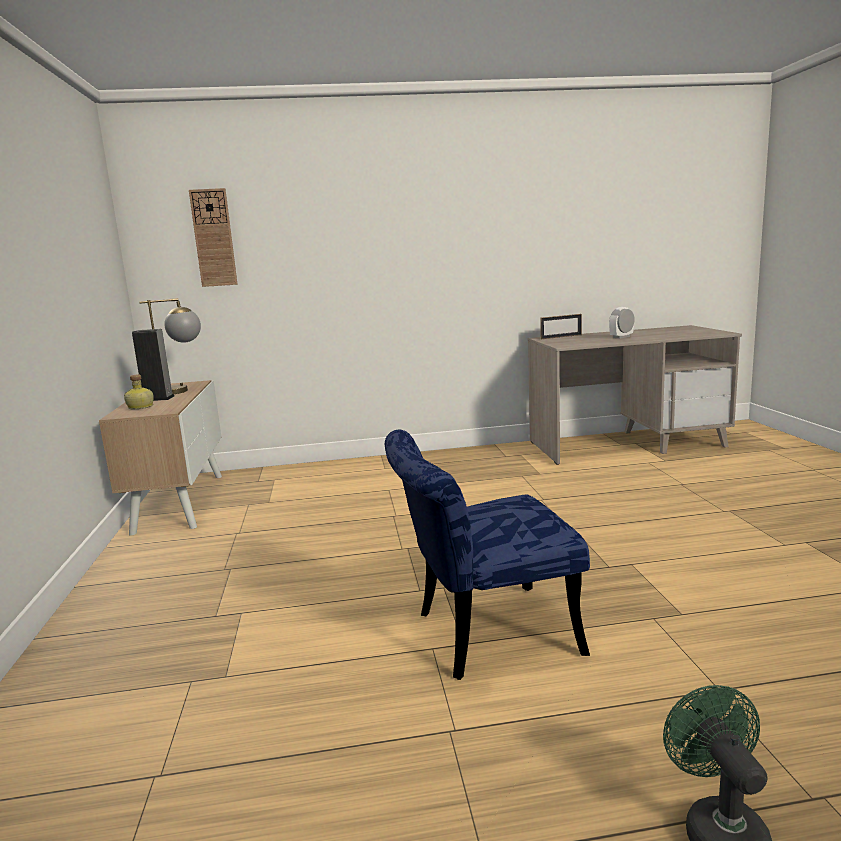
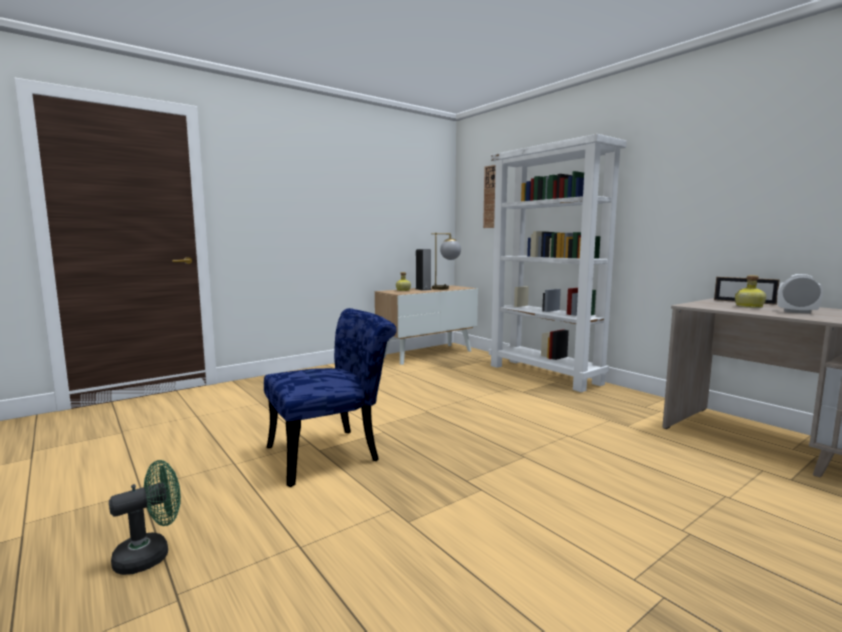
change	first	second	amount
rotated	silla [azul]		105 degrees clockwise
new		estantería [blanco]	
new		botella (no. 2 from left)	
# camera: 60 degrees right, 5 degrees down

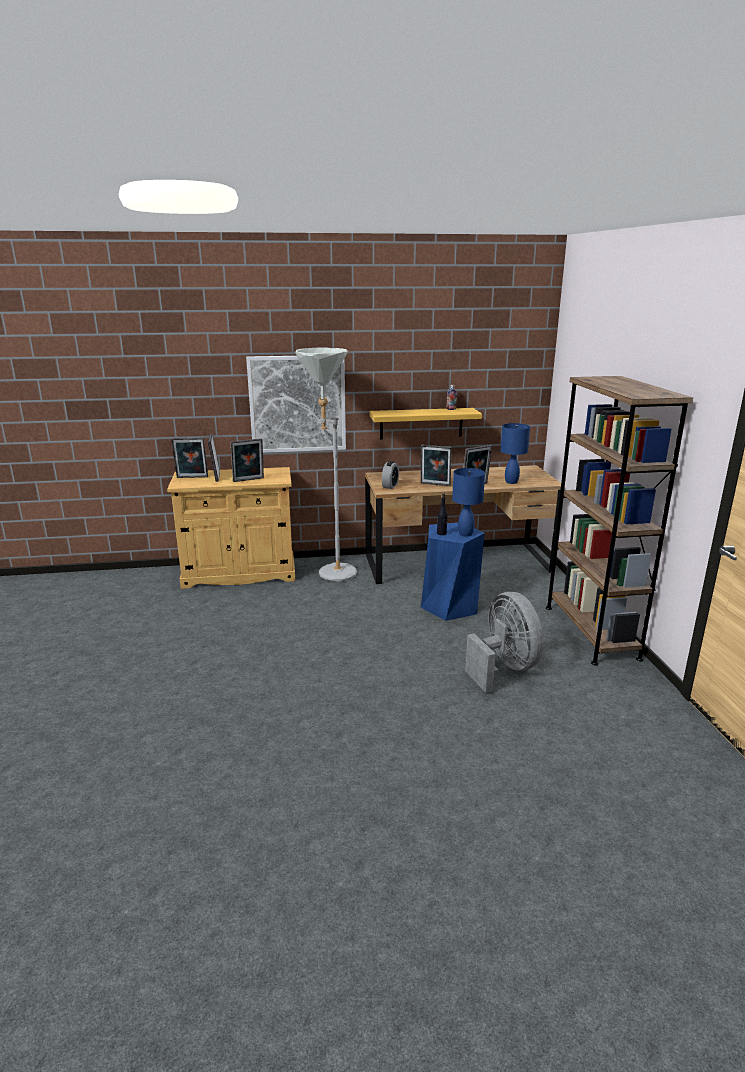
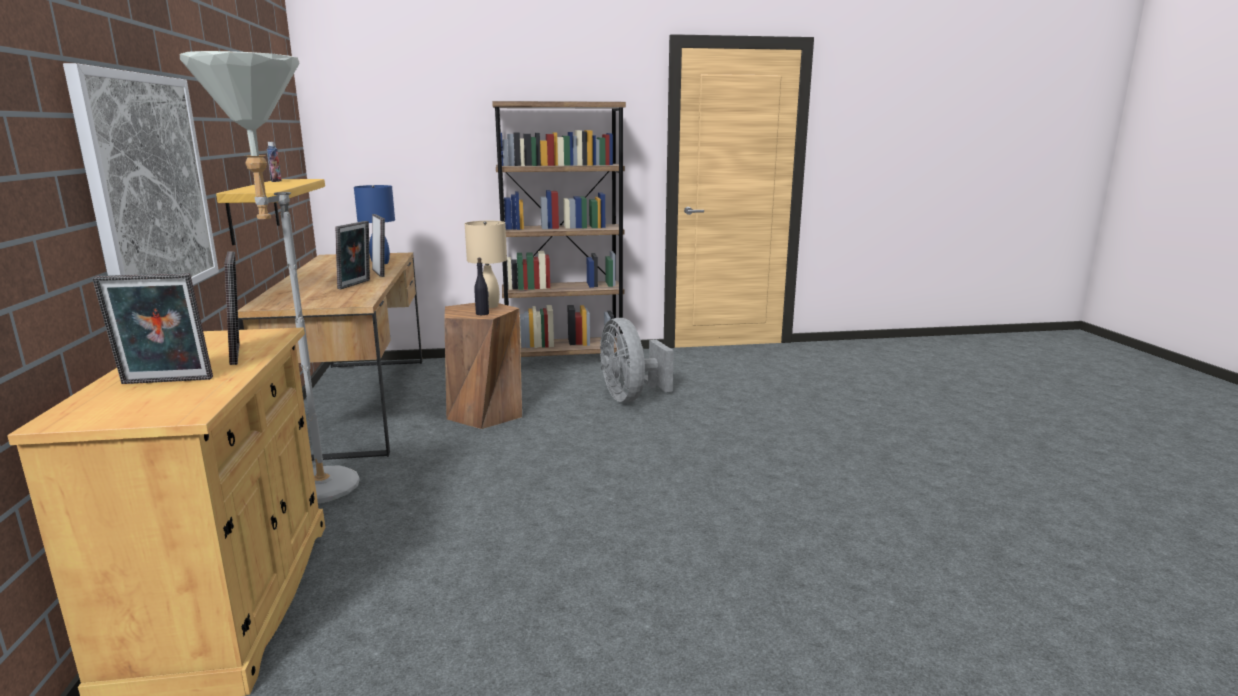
change	first	second	amount
gone	portarretratos (no. 1 from left)		
gone	despertador		
repainted	lámpara de mesa [azul] (no. 1 from left)	lámpara de mesa [beis]	
repainted	taburete [azul]	taburete [marrón]	
rotated	ventilador [gris]		90 degrees counterclockwise
# camera: 90 degrees left, 5 degrees down

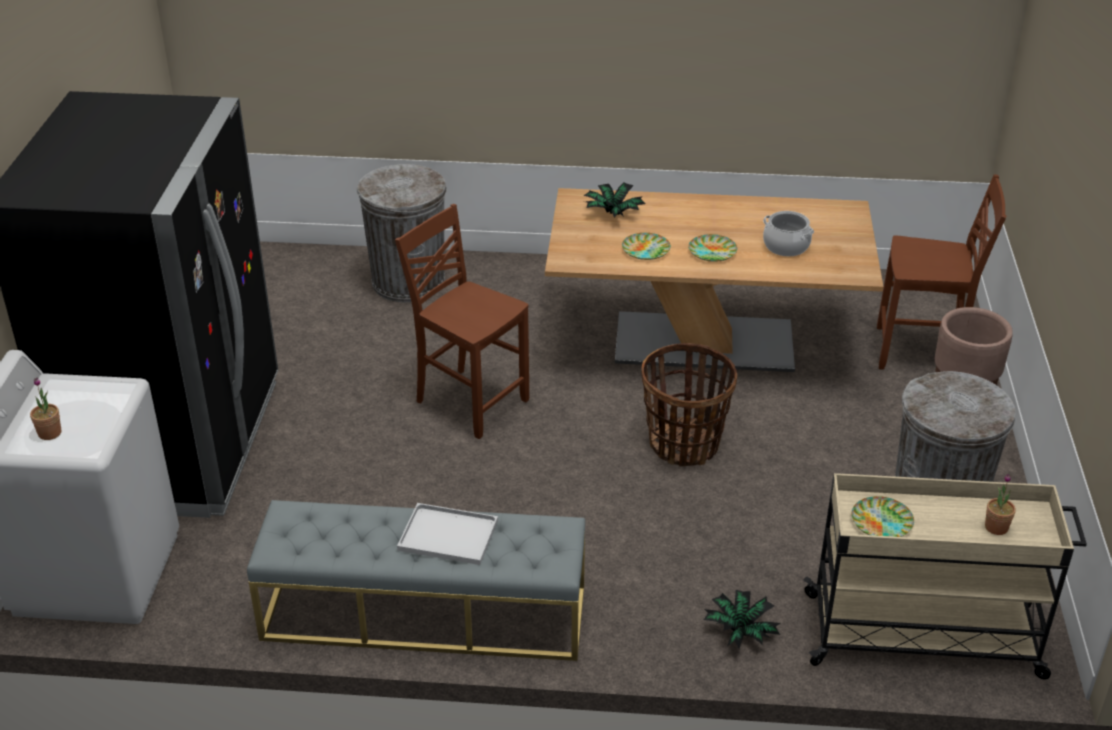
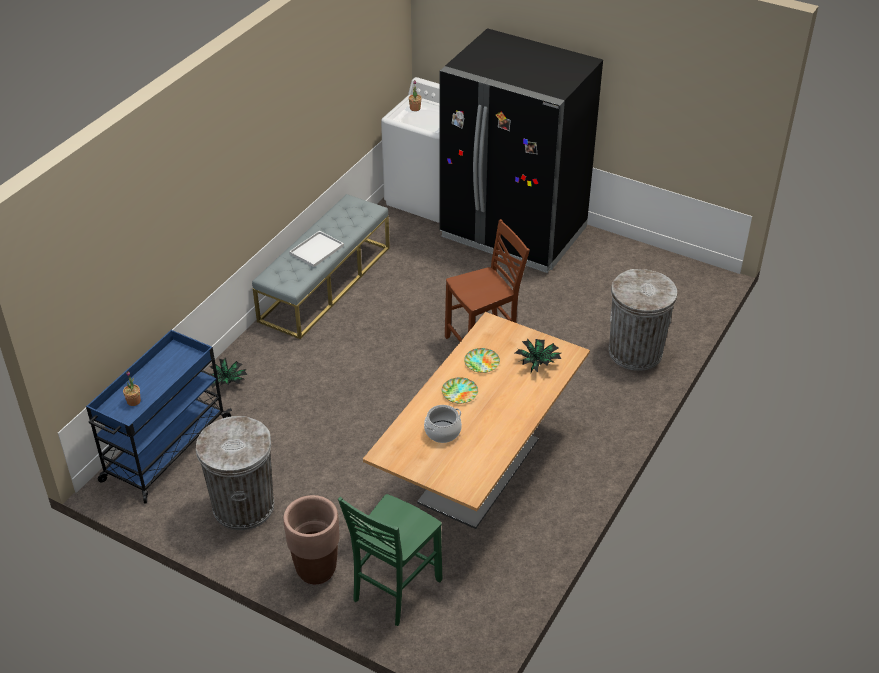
change	first	second	amount
repainted	silla [marrón] (no. 2 from left)	silla [verde]	
gone	cesta		
repainted	carrito [beis]	carrito [azul]	
gone	plato (no. 3 from left)		
# camera: 115 degrees right, 5 degrees up

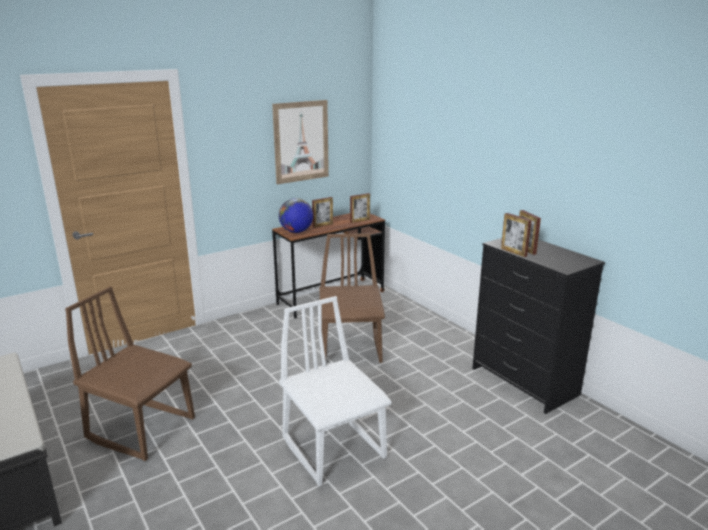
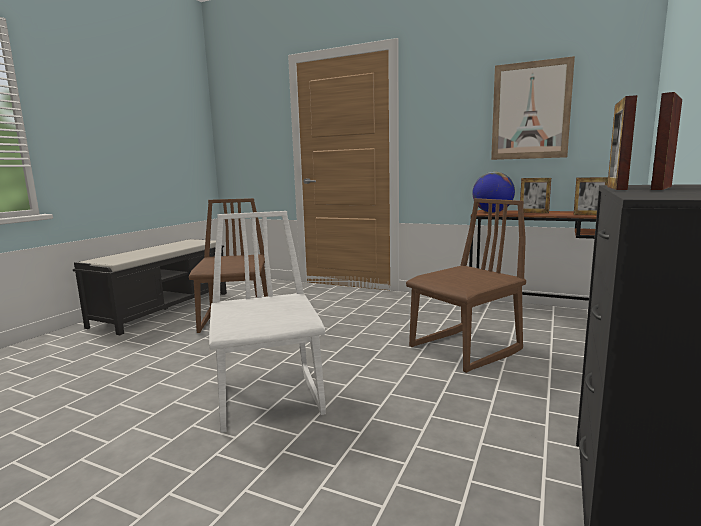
change	first	second	amount
rotated	silla [blanco]		45 degrees counterclockwise
# camera: 60 degrees right, 10 degrees down

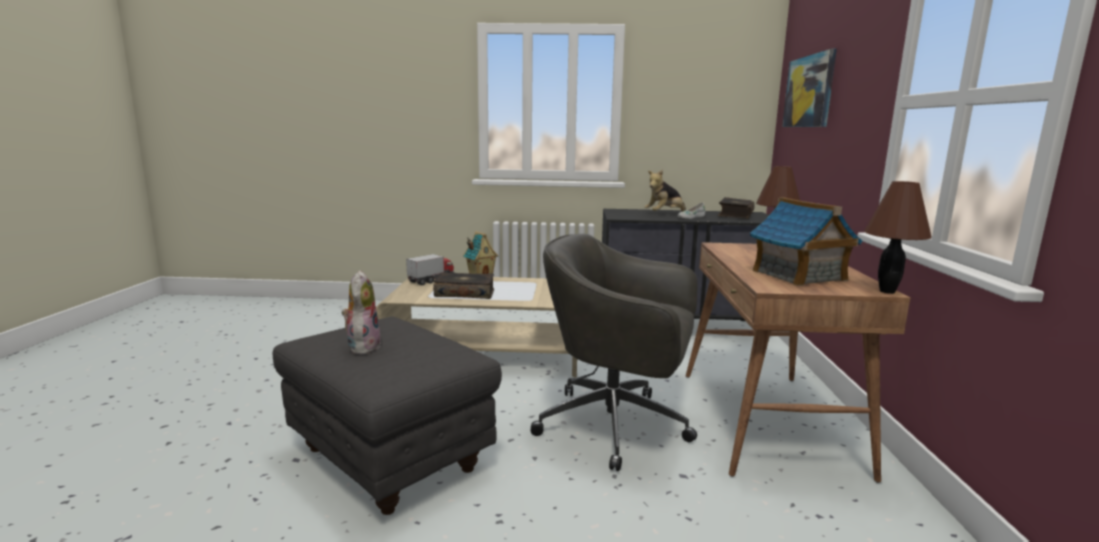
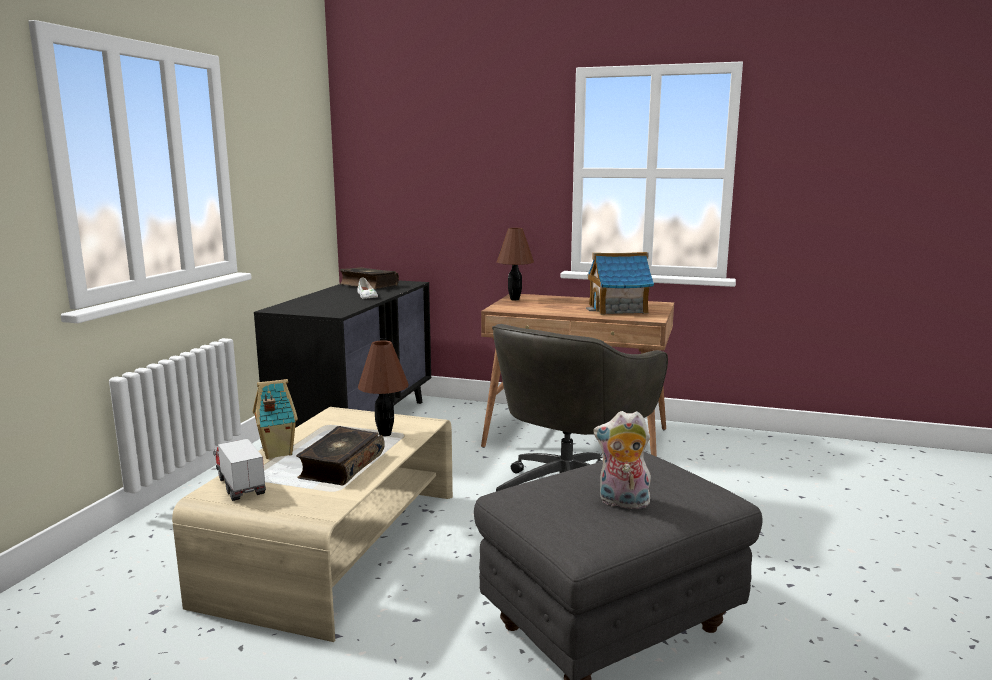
change	first	second	amount
gone	cuadro		
gone	peluche (no. 2 from left)		
shifted	lámpara de mesa [marrón] (no. 2 from left in the first image)	lámpara de mesa [marrón] (no. 1 from left)	
# camera: 75 degrees left, 0 degrees up

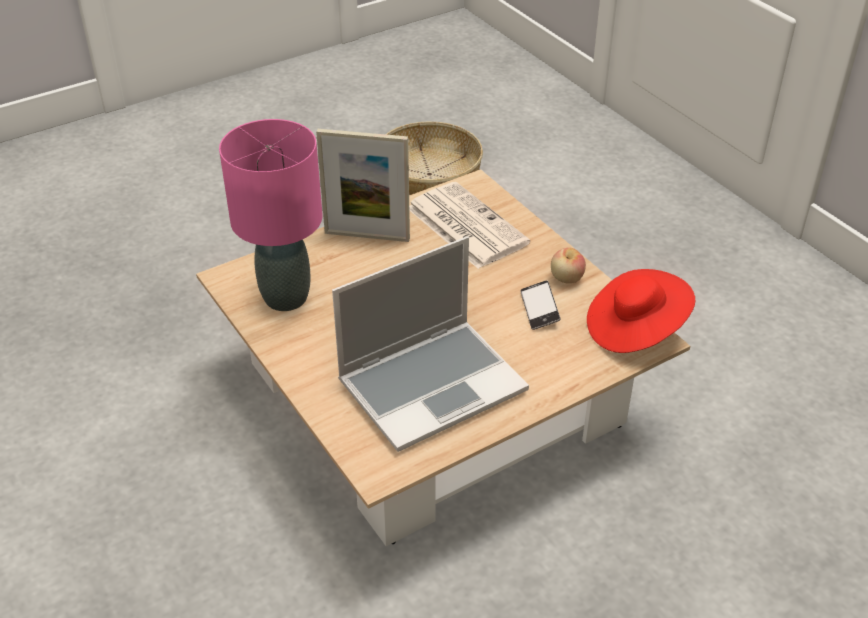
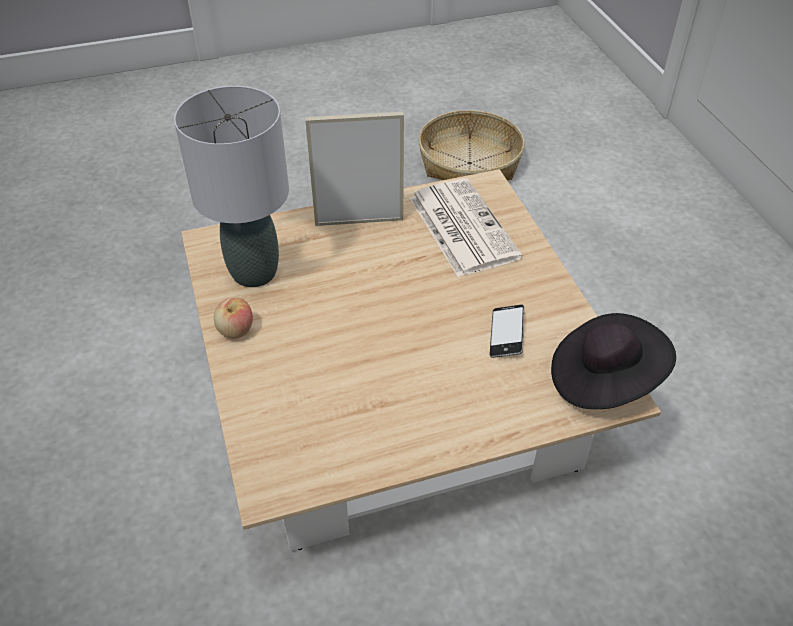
change	first	second	amount
repainted	lámpara de mesa [rosa]	lámpara de mesa [gris]	
rotated	portarretratos		150 degrees clockwise
gone	portátil		
shifted	manzana		
repainted	sombrero [rojo]	sombrero [negro]	
# camera: 15 degrees right, 5 degrees up

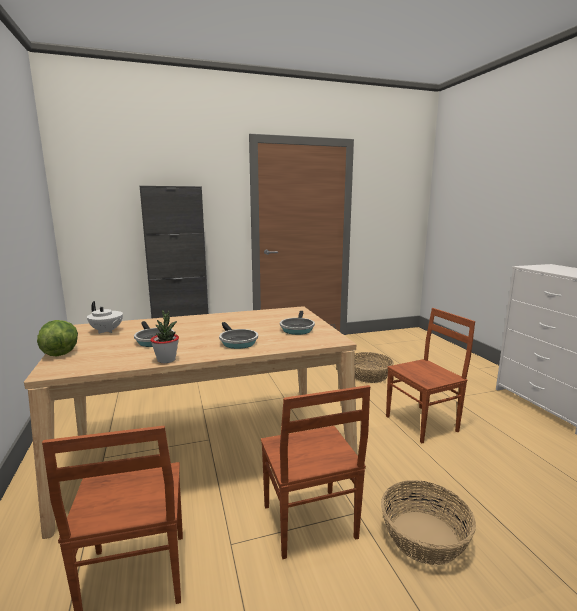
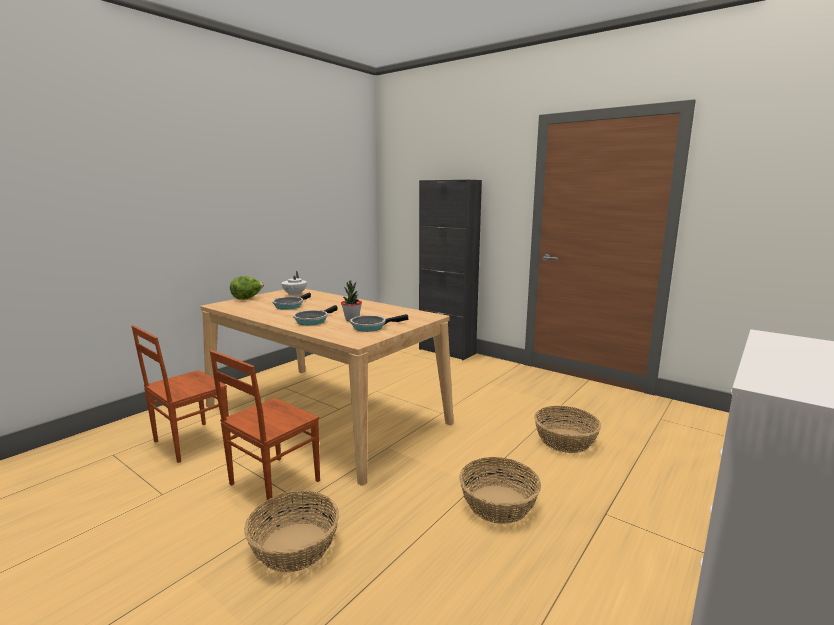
change	first	second	amount
swapped	silla [marrón] (no. 3 from left)	cesta (no. 2 from left)	
shifted	planta en maceta		
# camera: 55 degrees right, 0 degrees up

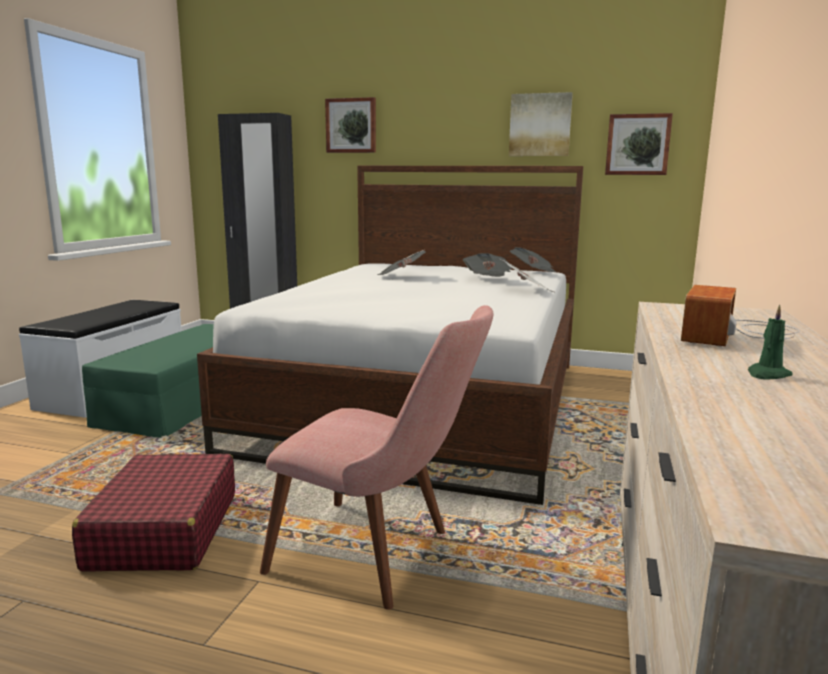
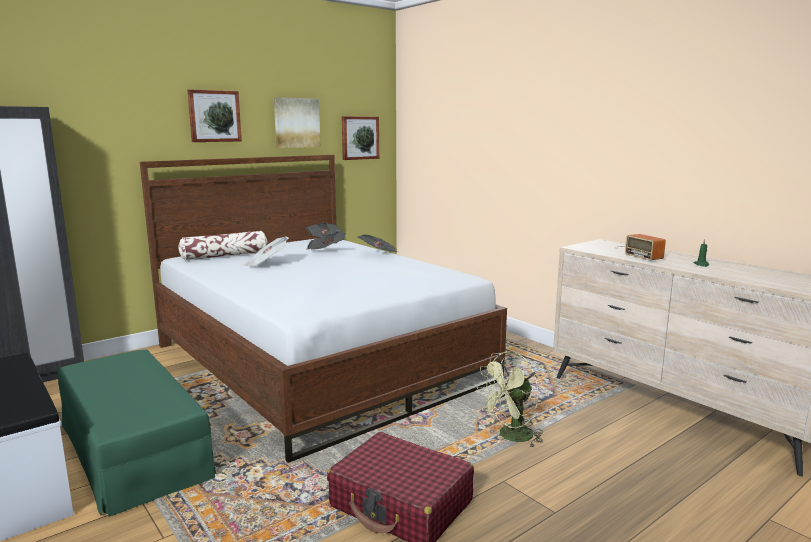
change	first	second	amount
shifted	cuadro (no. 1 from left)		
swapped	silla [rosa]	ventilador [verde]	
new		cojín	
# camera: 55 degrees left, 0 degrees up

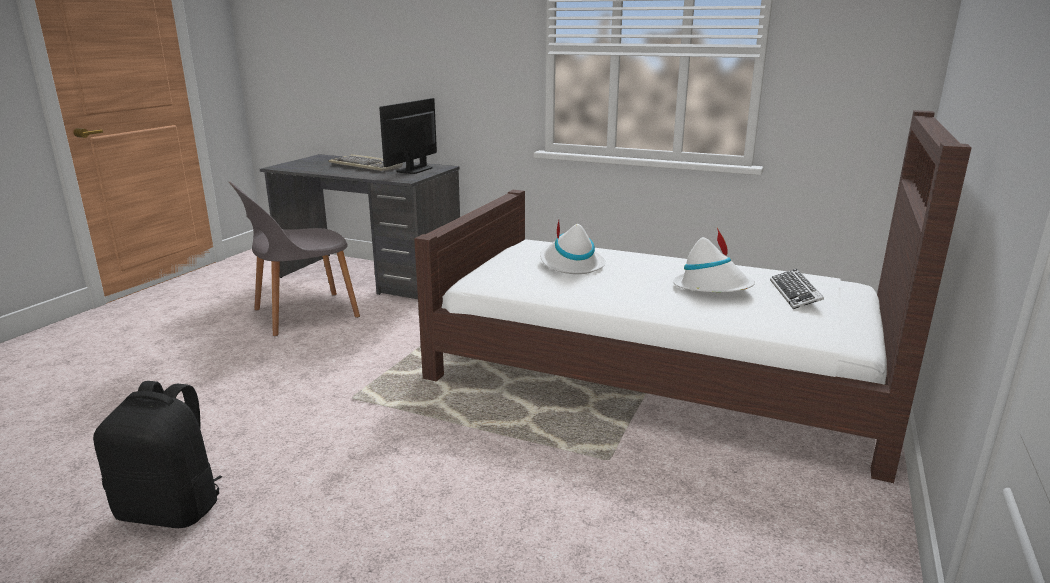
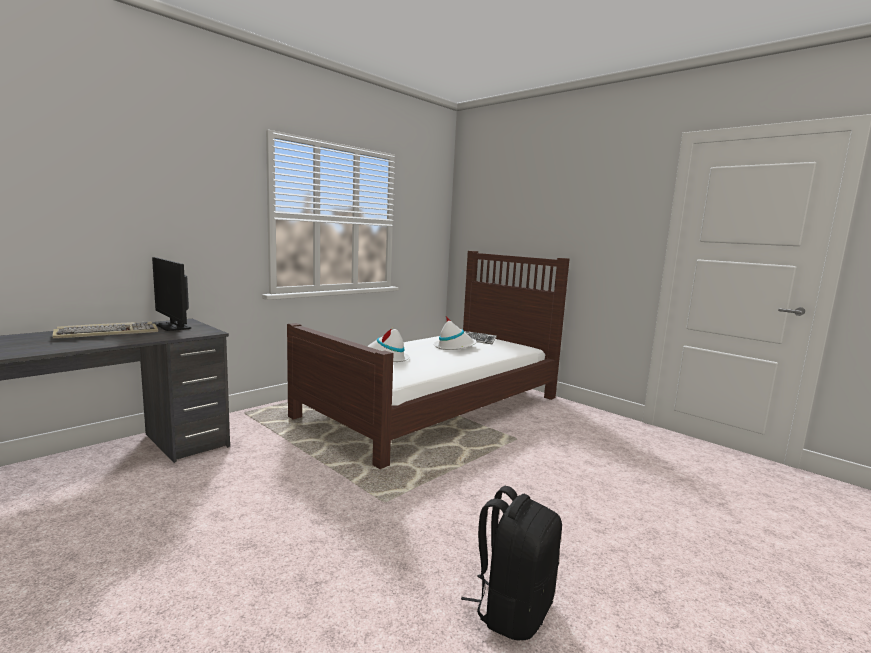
change	first	second	amount
gone	silla [gris]		
# camera: 70 degrees left, 10 degrees down

